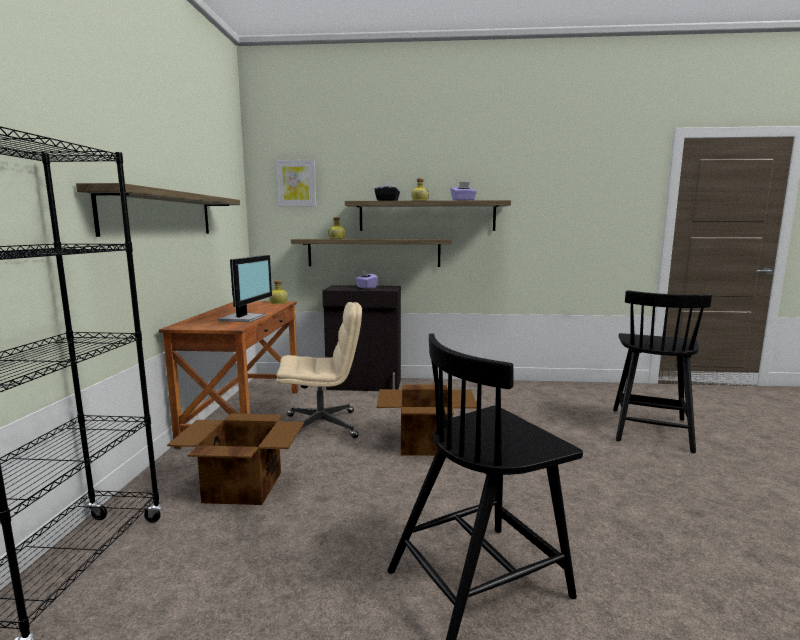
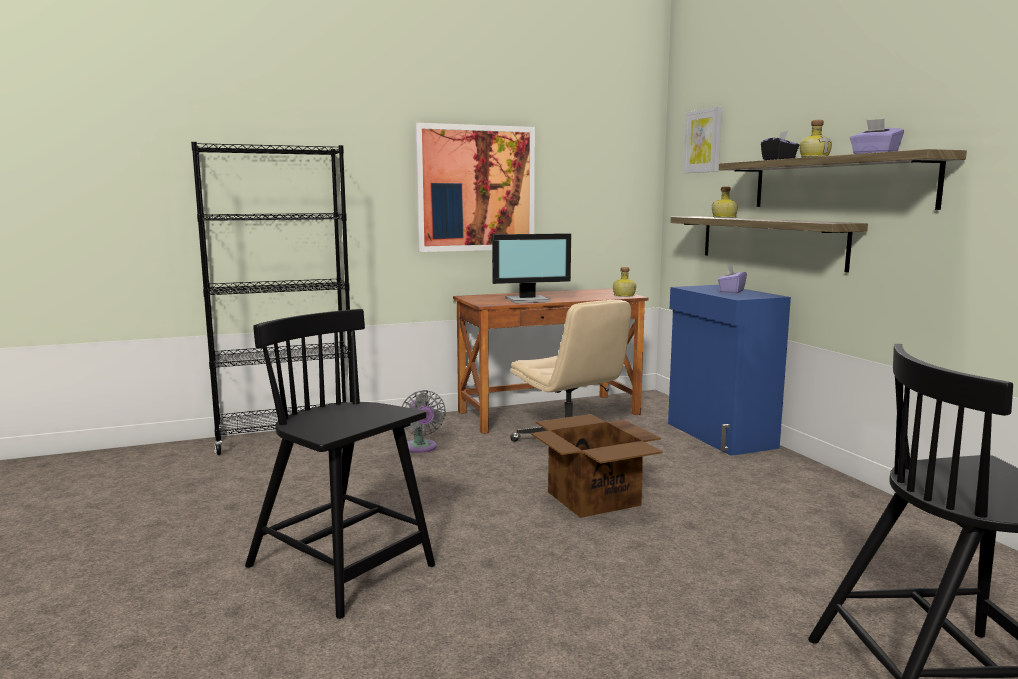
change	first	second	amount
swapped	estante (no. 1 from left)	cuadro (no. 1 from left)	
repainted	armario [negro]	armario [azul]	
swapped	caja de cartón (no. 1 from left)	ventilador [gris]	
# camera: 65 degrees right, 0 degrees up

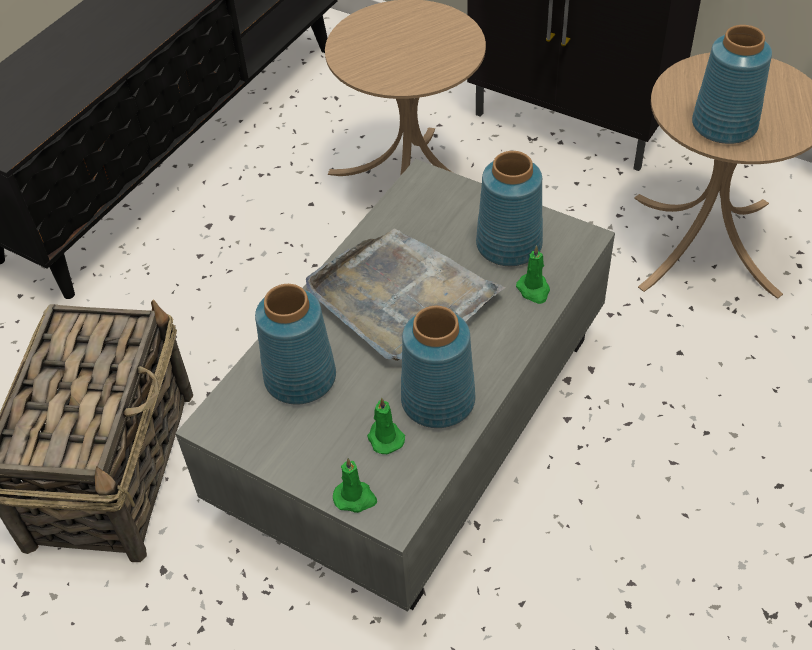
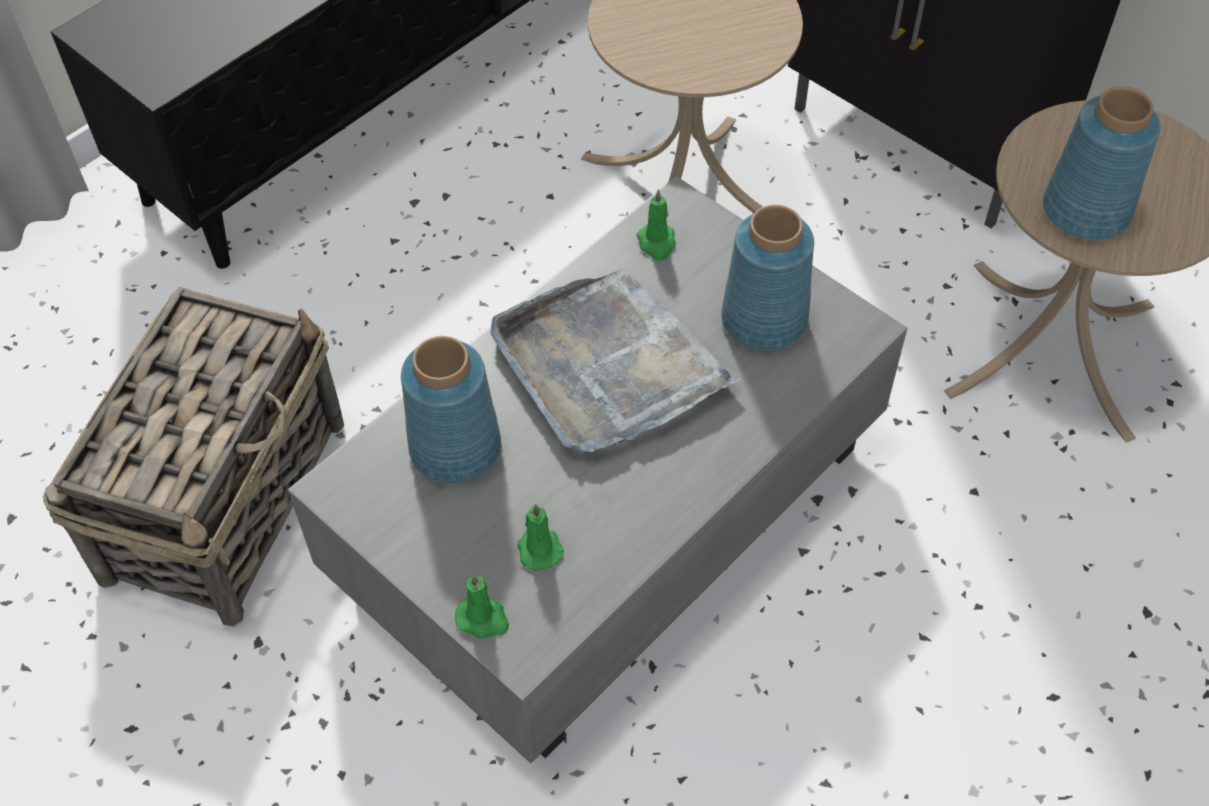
change	first	second	amount
shifted	vela [verde] (no. 3 from left)		
gone	florero [azul] (no. 2 from left)		
# camera: 10 degrees right, 5 degrees up

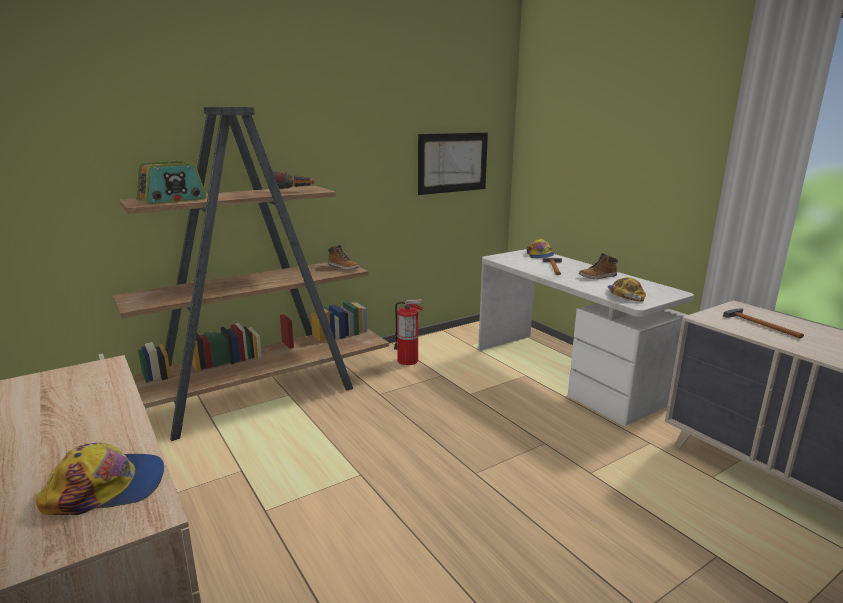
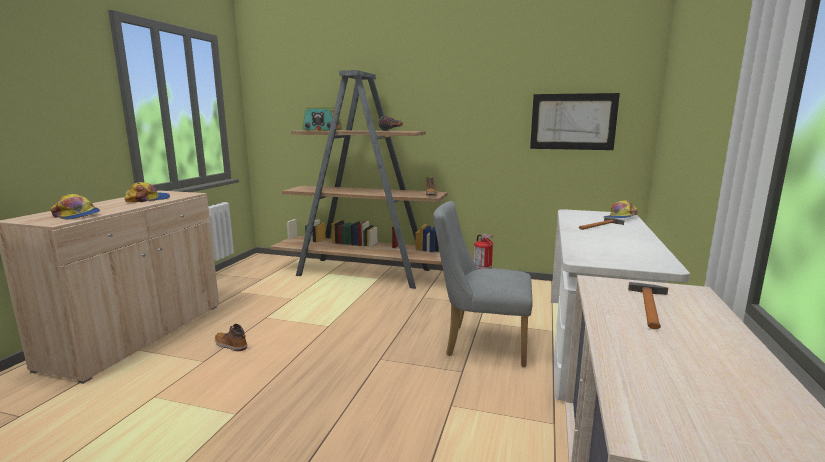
change	first	second	amount
shifted	bota (no. 2 from left in the first image)	bota (no. 1 from left)	
shifted	gorra (no. 3 from left in the first image)	gorra (no. 2 from left)	
new		silla [gris]	
# camera: 50 degrees right, 5 degrees down

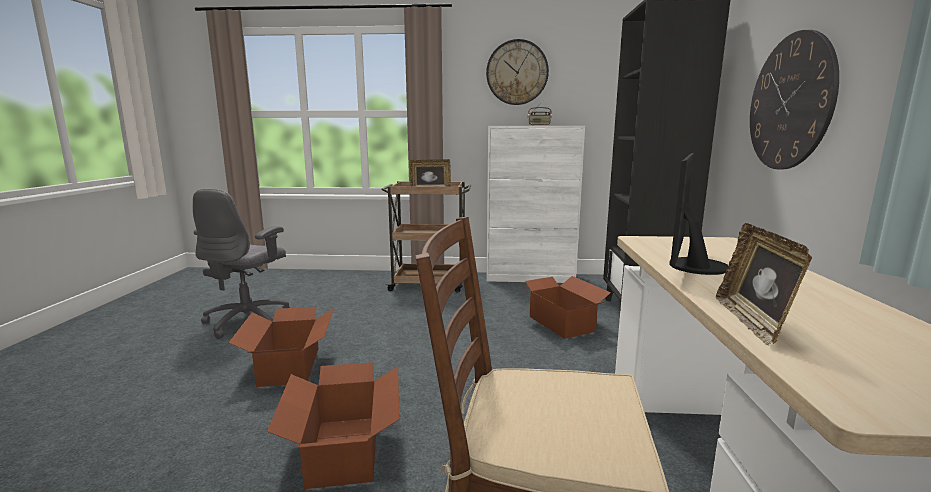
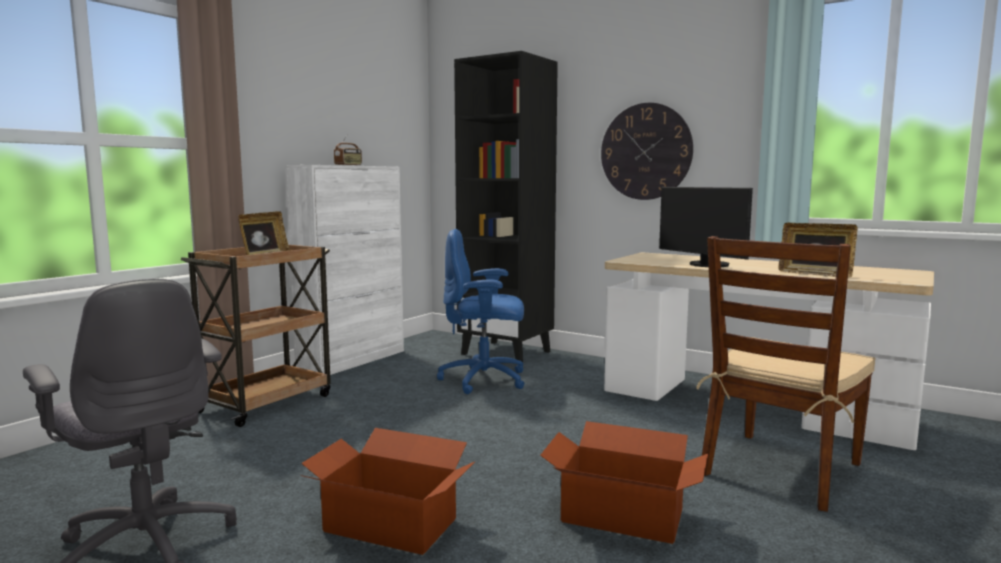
change	first	second	amount
gone	reloj de pared (no. 1 from left)		
swapped	caja de cartón (no. 3 from left)	silla de oficina [azul]	
# camera: 60 degrees left, 5 degrees down

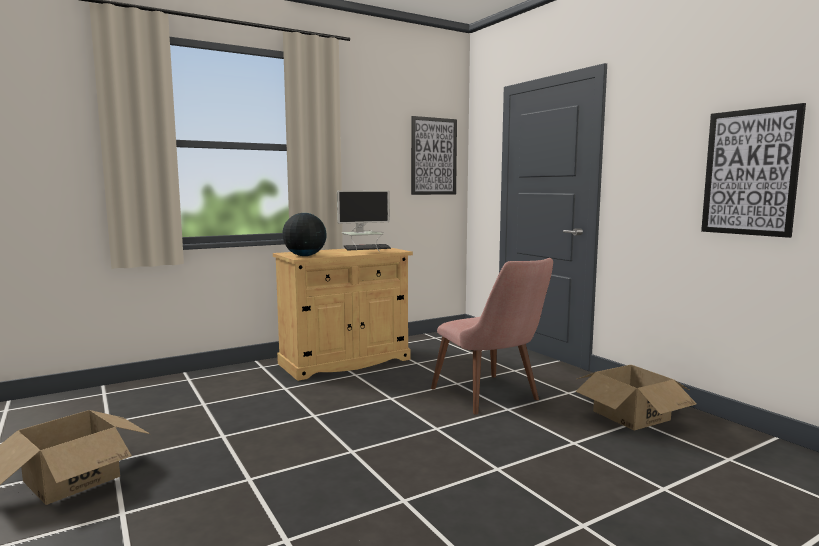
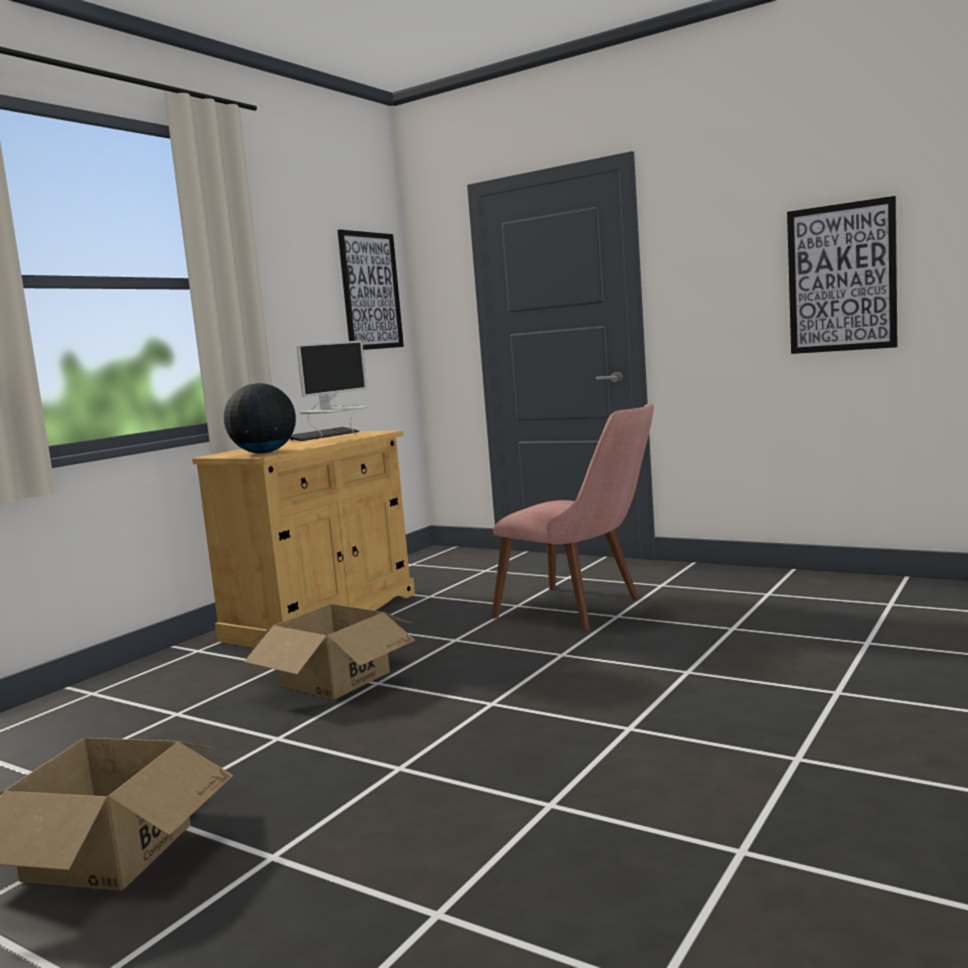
change	first	second	amount
shifted	caja de cartón (no. 2 from left)		
# camera: 25 degrees left, 0 degrees up

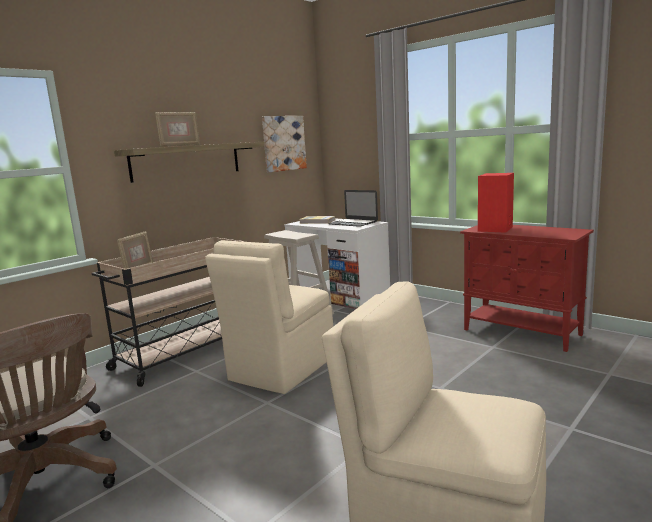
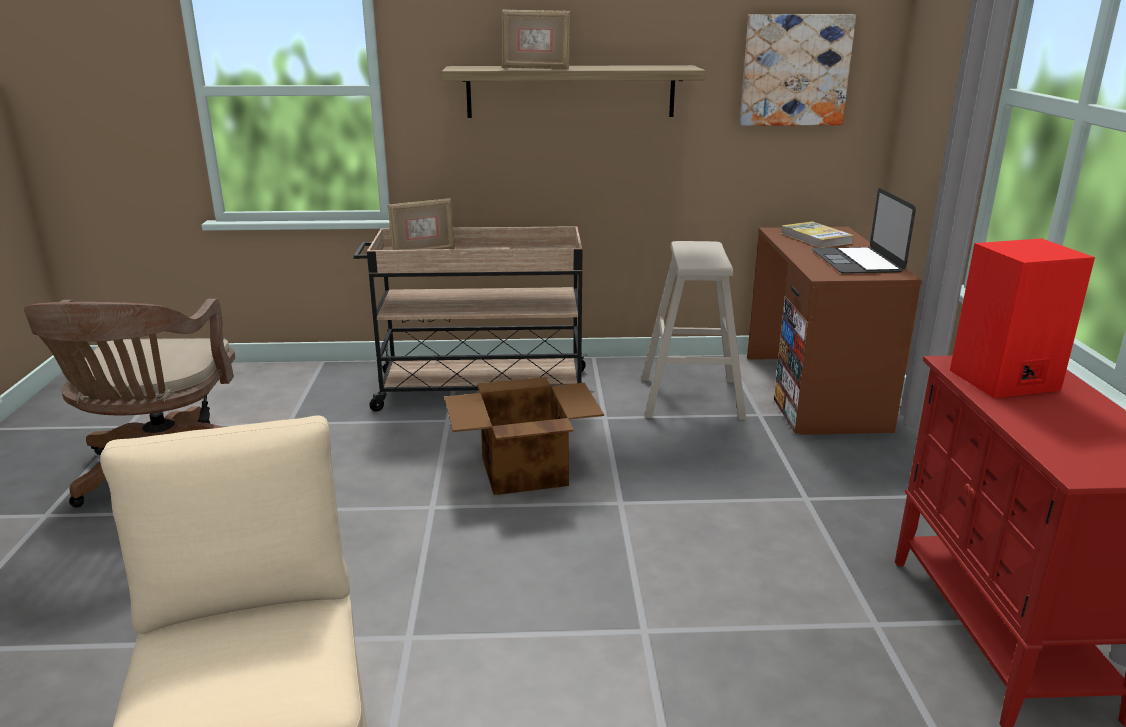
change	first	second	amount
repainted	escritorio [blanco]	escritorio [marrón]	
swapped	silla [beis] (no. 1 from left)	caja de cartón	
# camera: 45 degrees right, 10 degrees up

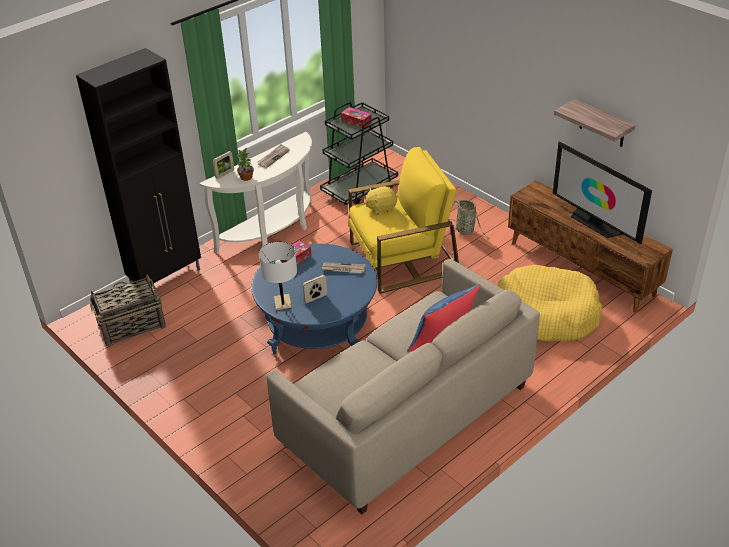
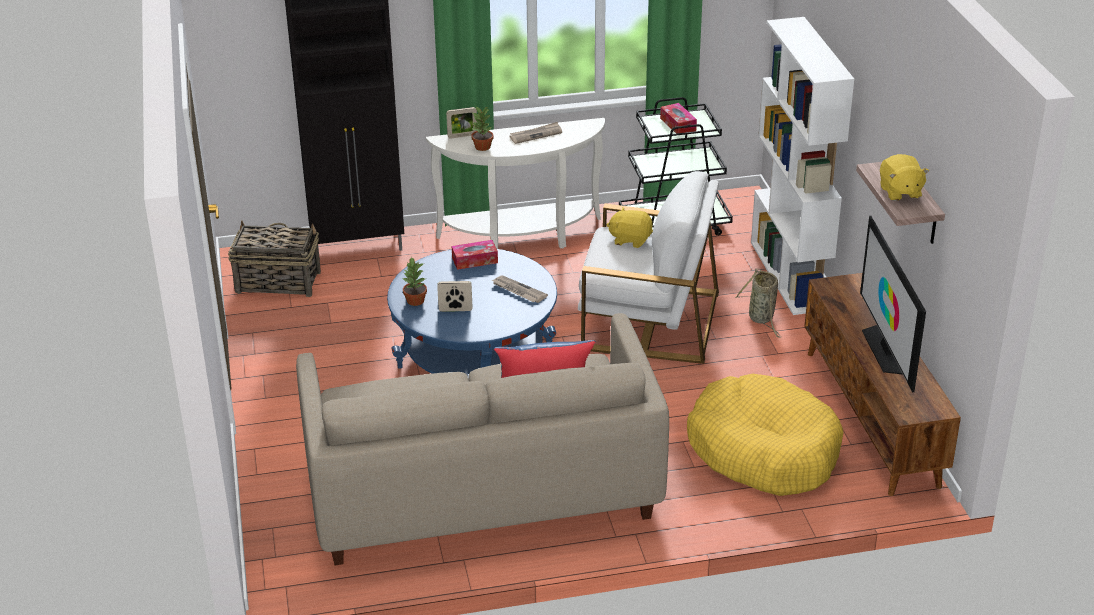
change	first	second	amount
repainted	sillón [amarillo]	sillón [blanco]	
swapped	lámpara de mesa [blanco]	planta en maceta (no. 1 from left)	
new		estantería [blanco]	
new		peluche [amarillo] (no. 2 from left)	
# camera: 30 degrees right, 5 degrees down

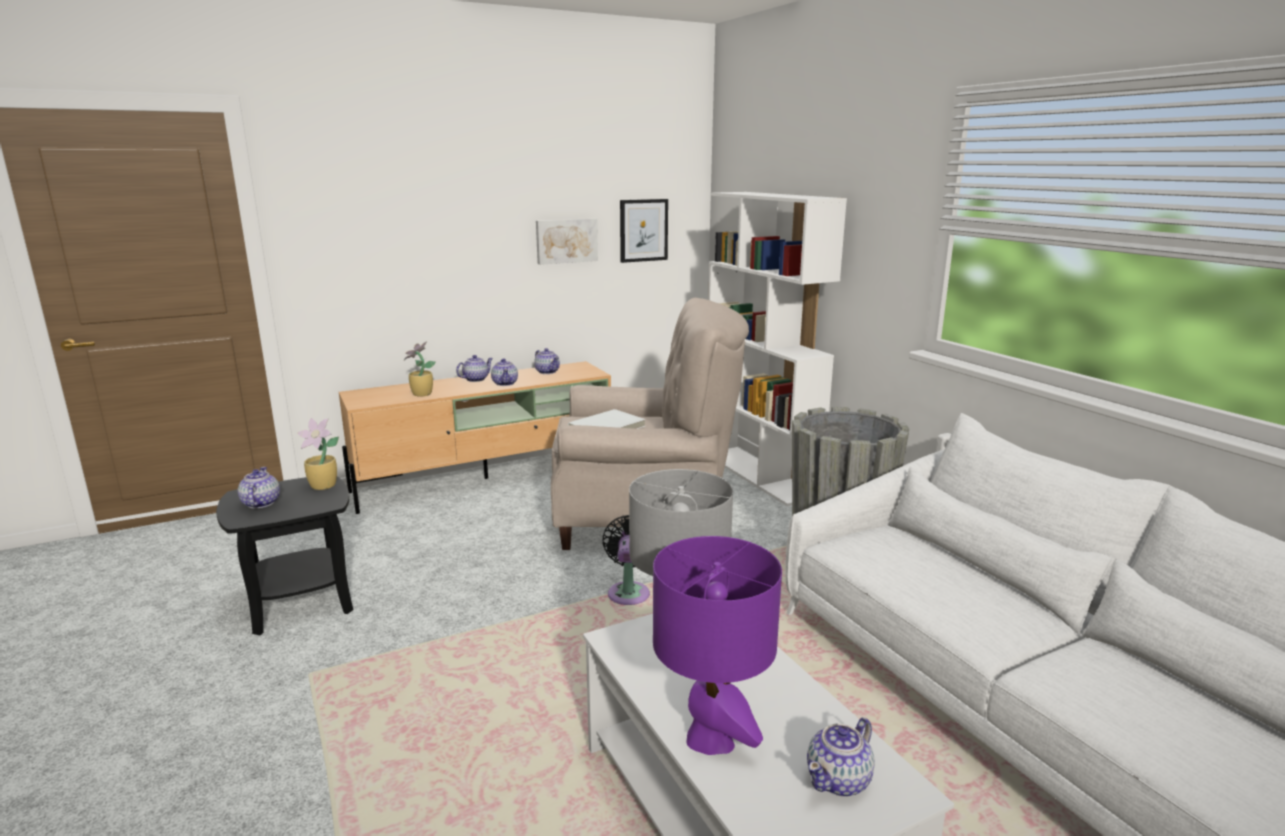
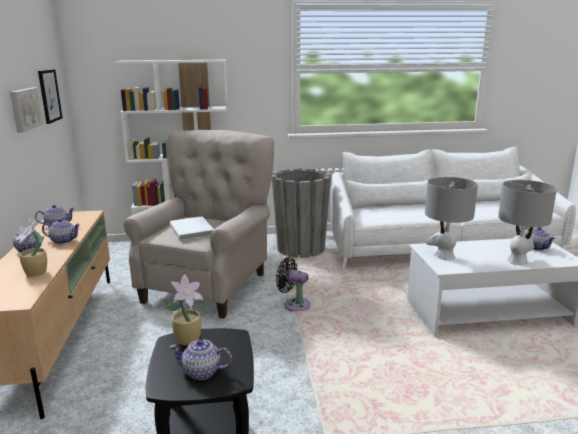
change	first	second	amount
repainted	lámpara de mesa [morado]	lámpara de mesa [gris] (no. 2 from left)	
# camera: 70 degrees left, 0 degrees up

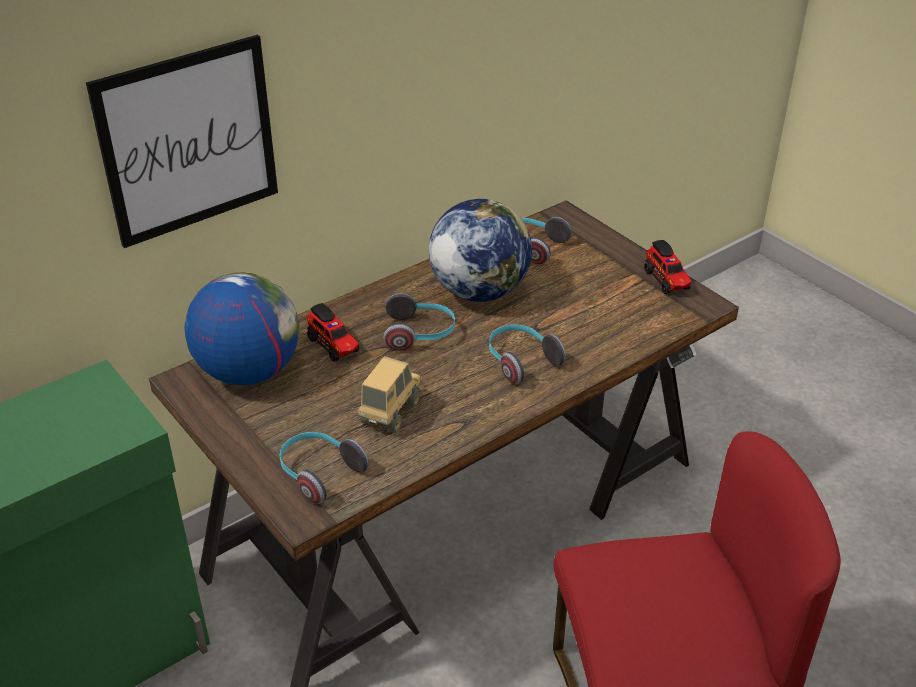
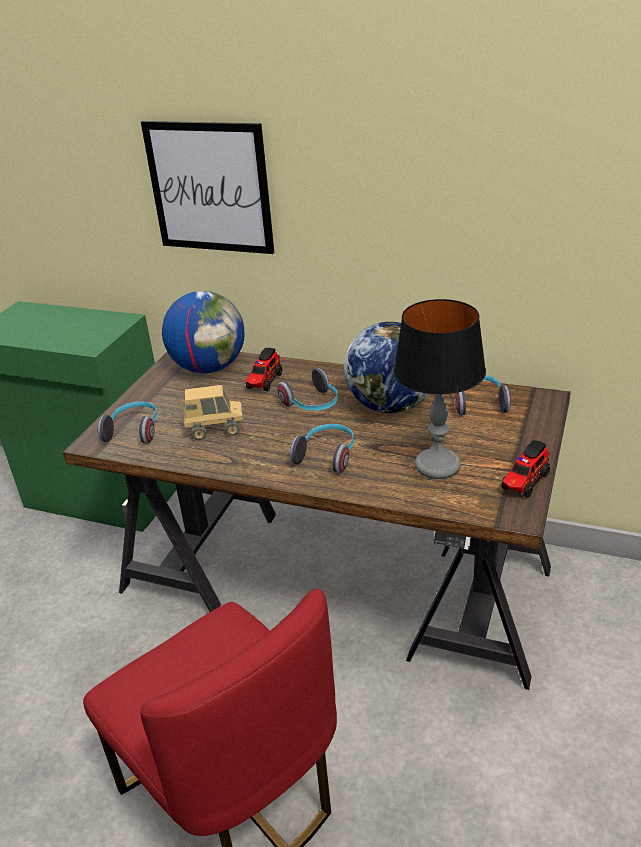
change	first	second	amount
new		lámpara de mesa	
# camera: 60 degrees right, 5 degrees down

